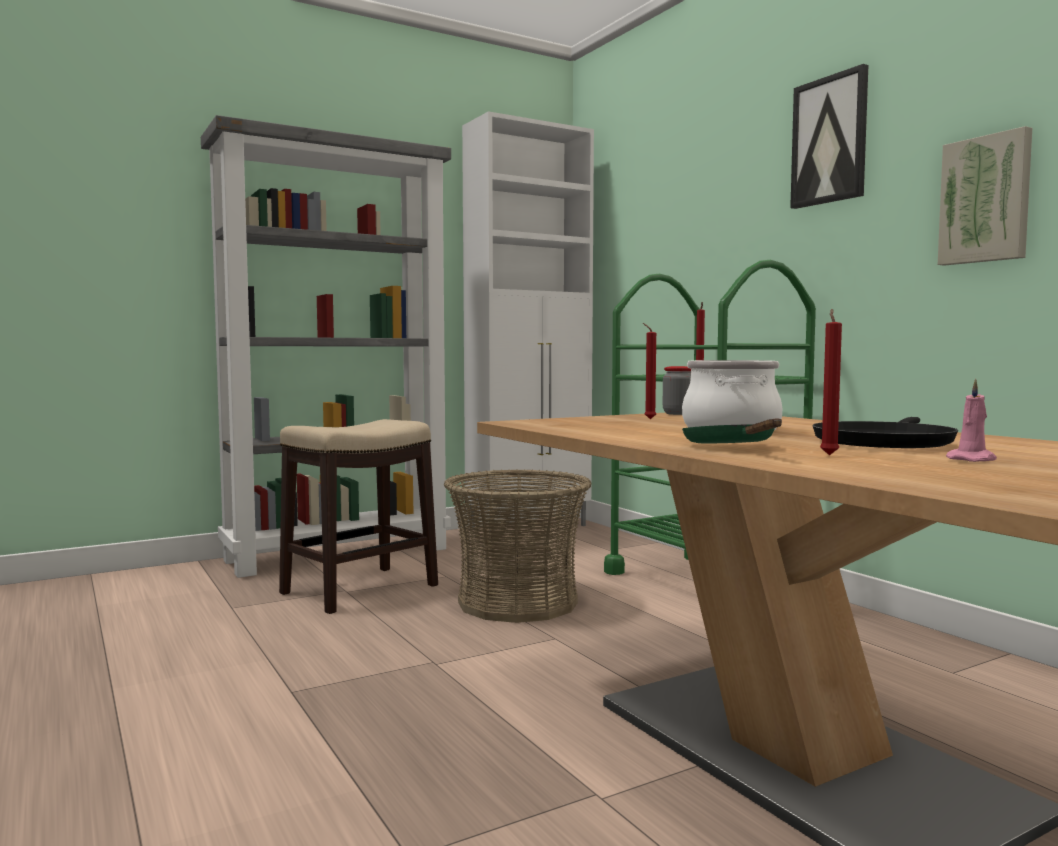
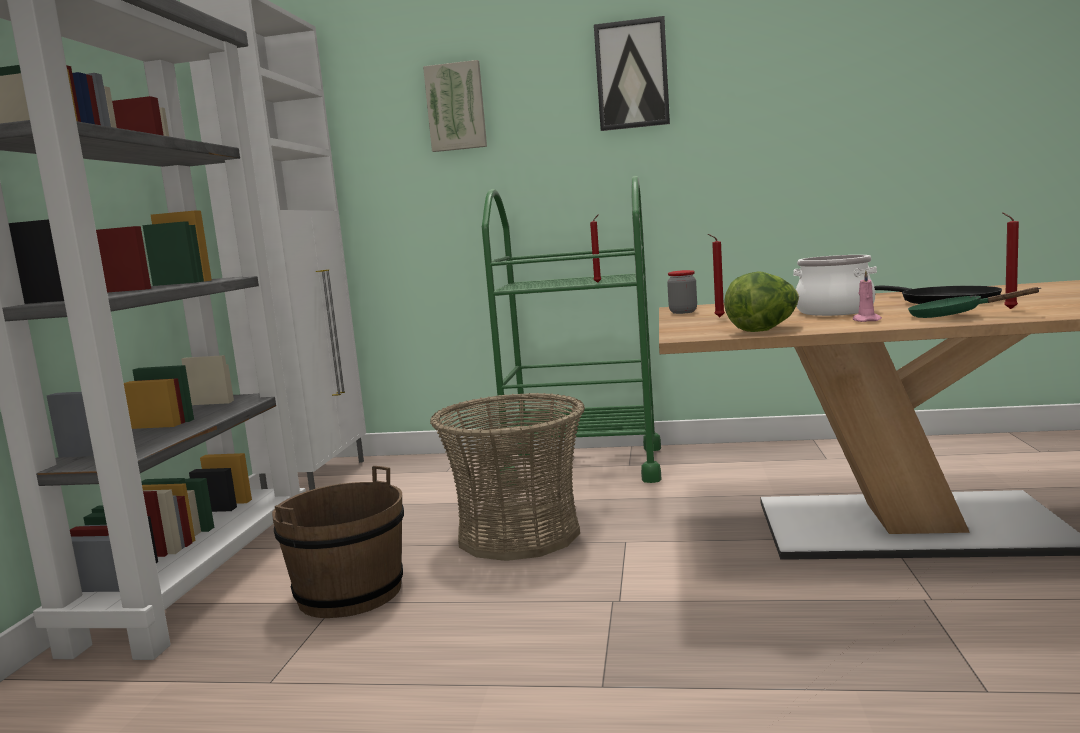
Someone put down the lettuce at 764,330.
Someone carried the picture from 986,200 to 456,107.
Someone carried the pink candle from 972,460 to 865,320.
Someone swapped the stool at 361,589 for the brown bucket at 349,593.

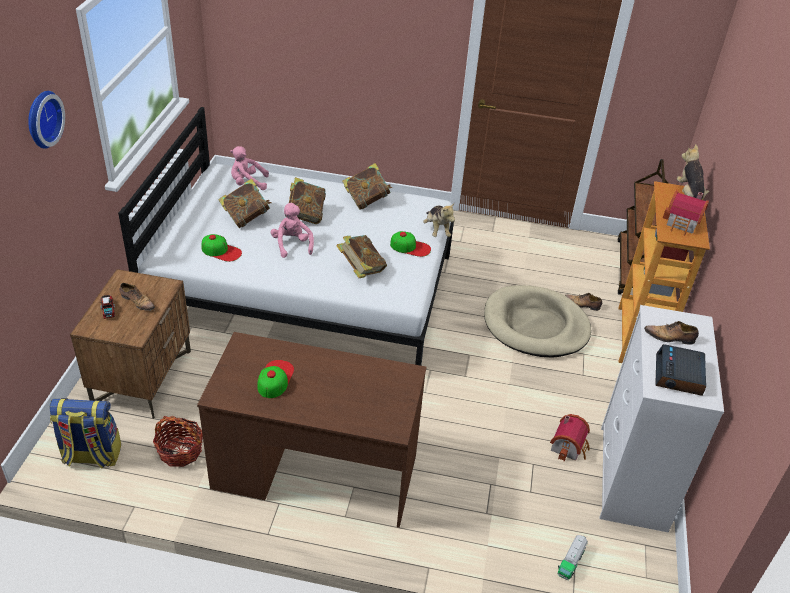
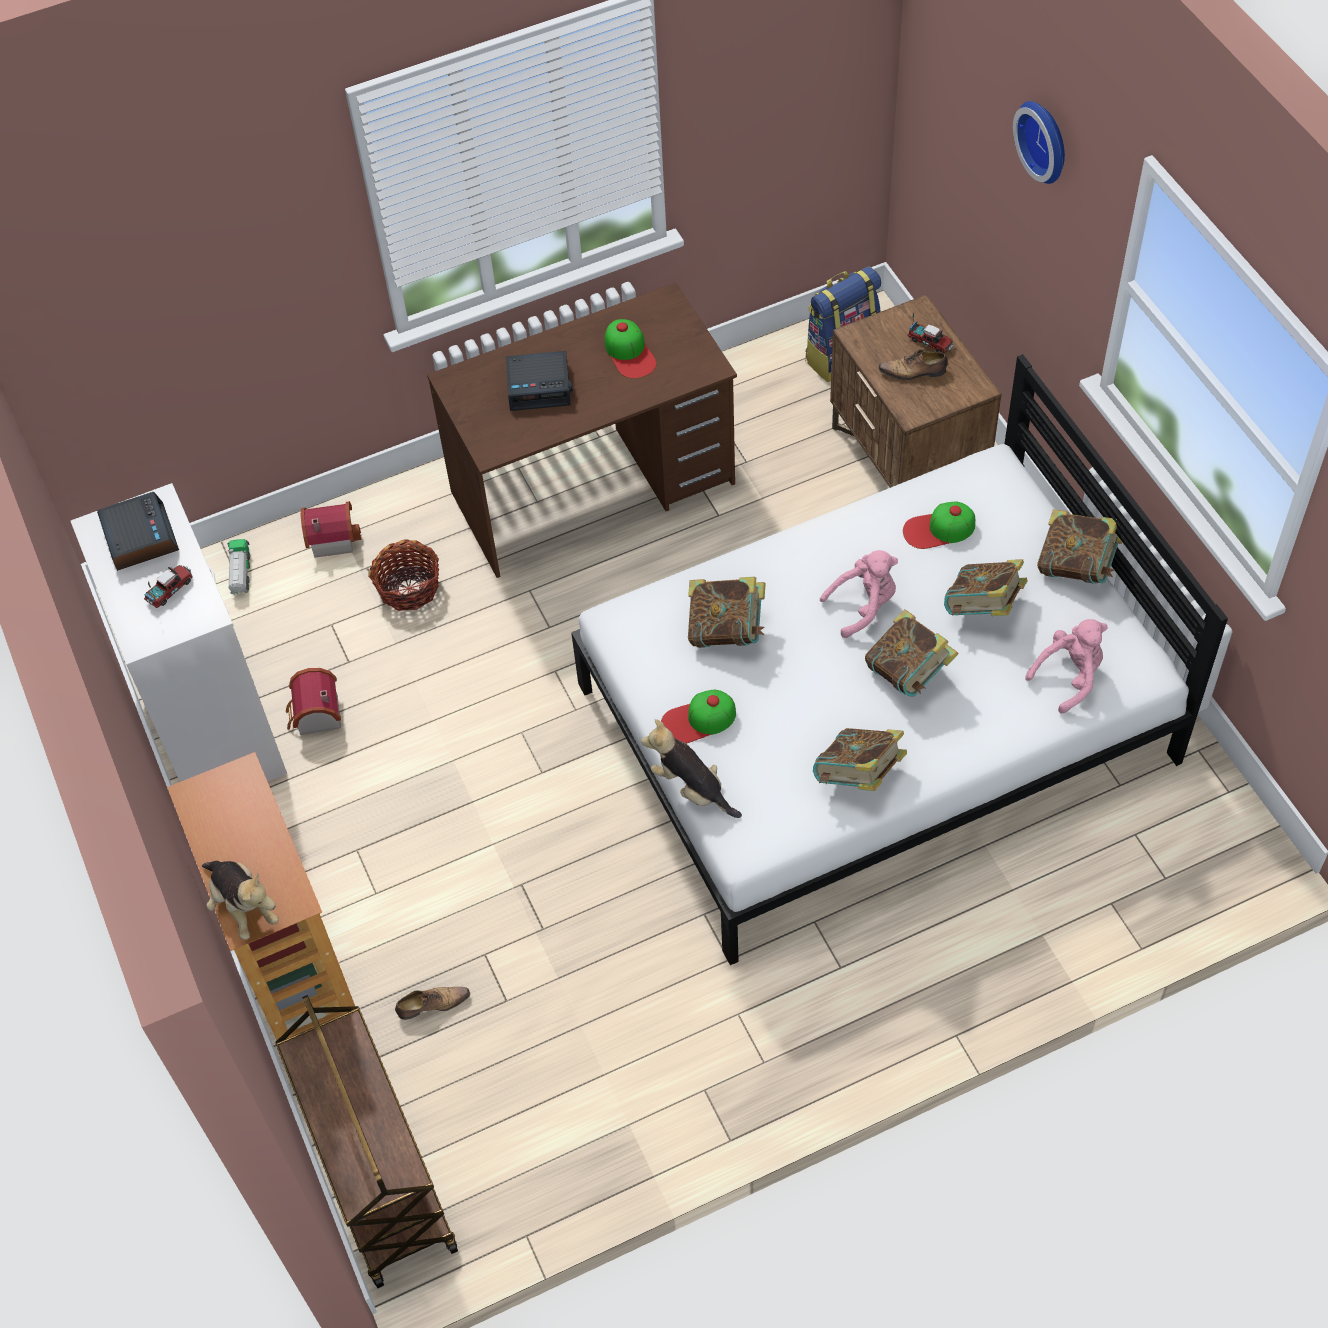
Someone took away the beige dog bed at 535,325.
Someone put down the alarm clock at 539,386.
Someone put down the book at 1077,566.
Someone carried the basket from 180,451 to 409,588.
Someone carried the toy house from 683,224 to 331,537.
Someone swapped the shoe at 670,337 for the toy truck at 170,589.
Someone rotated the pink plush toy at 292,245 by 60 degrees counterclockwise.

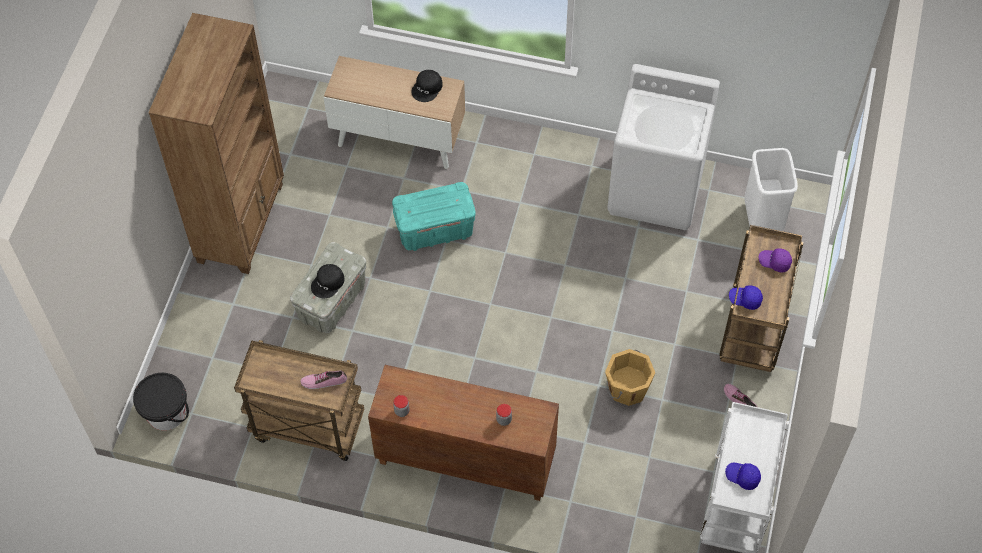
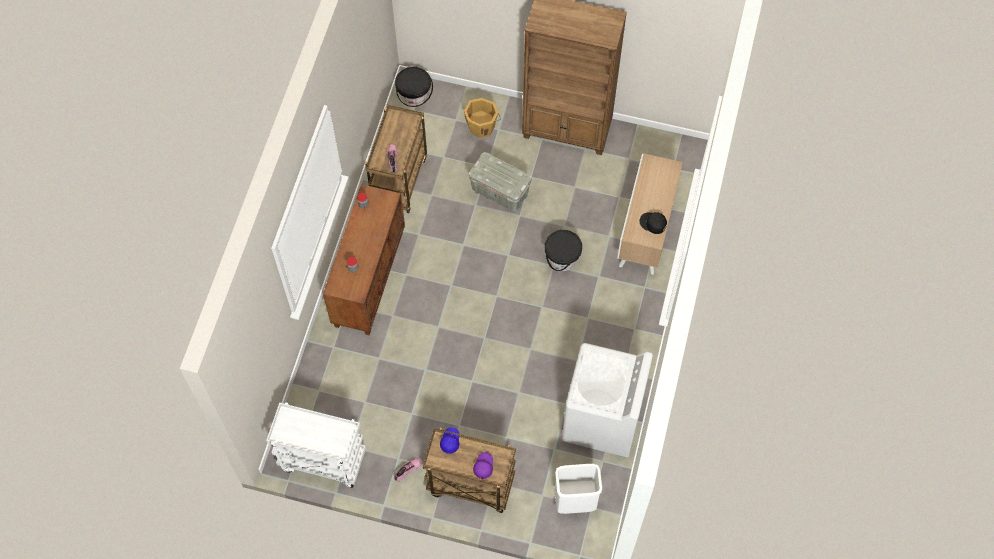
Someone took away the black cap at 328,283.
Someone took away the blue cap at 742,477.
Someone carried the orange bucket from 627,388 to 481,126.
Someone swapped the turquoise storage box at 435,230 for the black bucket at 562,258.

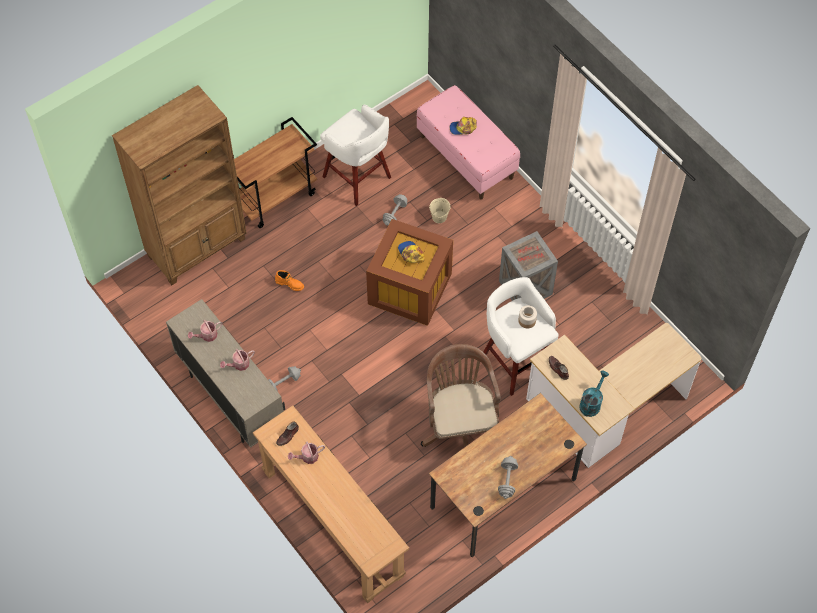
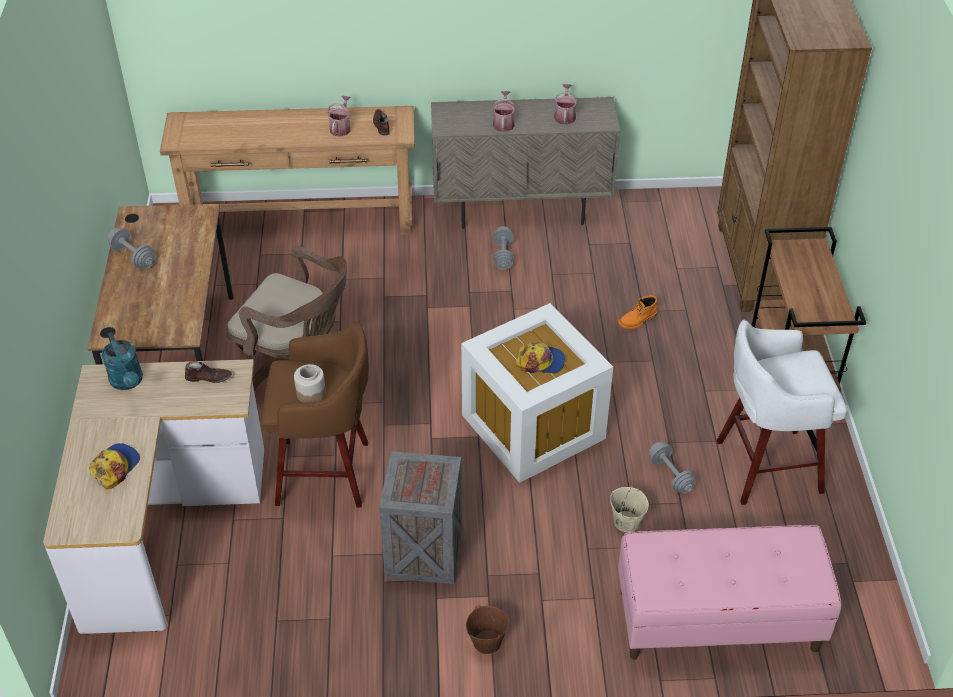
Someone put down the brown bucket at 486,642.
Someone carried the cap from 463,128 to 115,467.
Someone repainted the brown storage box at 408,289, which became the white storage box at 533,425.
Someone repainted the white stool at 515,361, which became the brown stool at 326,474.

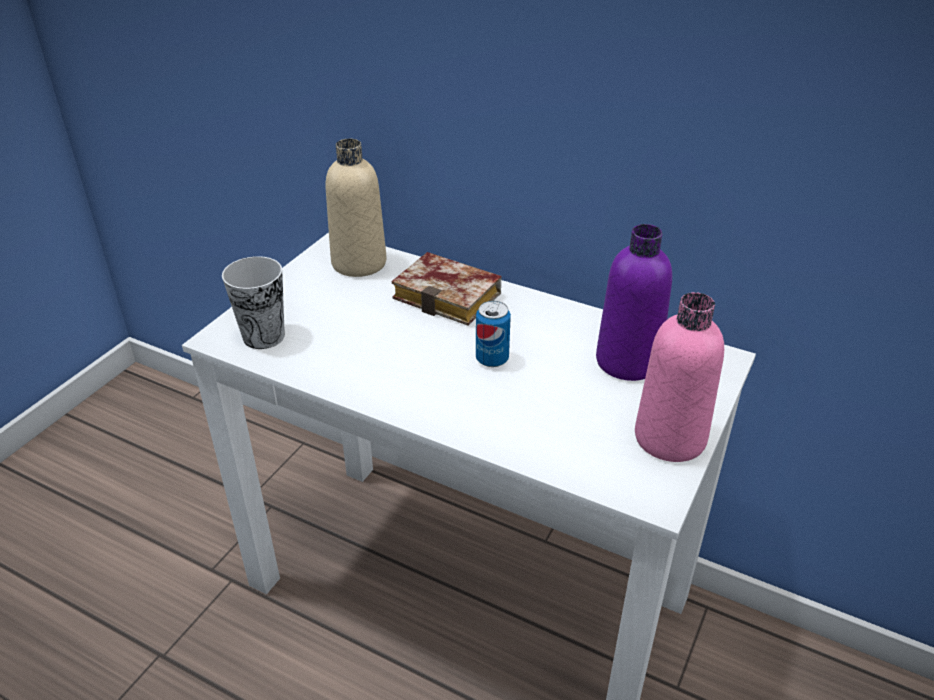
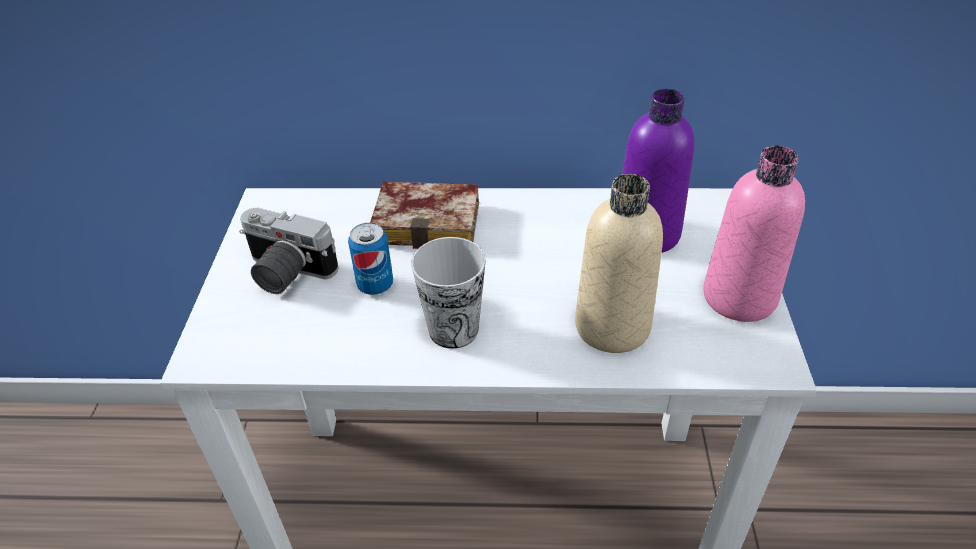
Someone put down the photo camera at 284,273.
Someone carried the cup from 263,336 to 453,329.
Someone carried the beige bottle from 359,263 to 612,326.
Someone carried the can from 492,359 to 375,285.

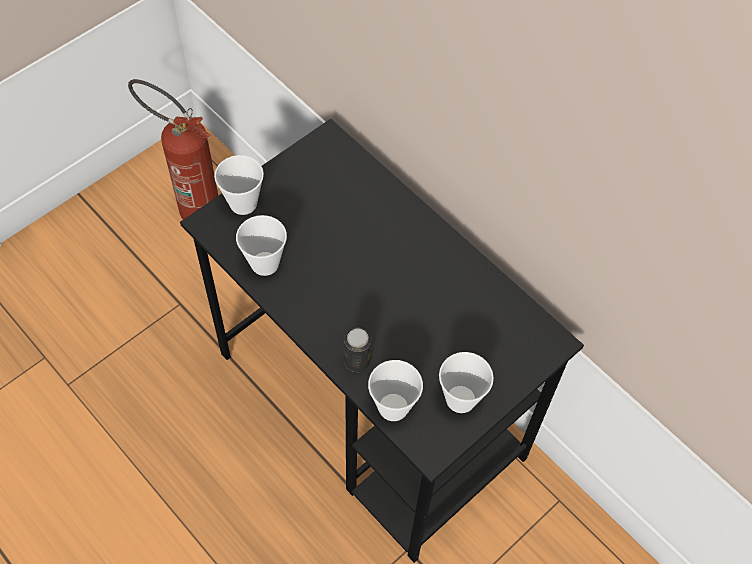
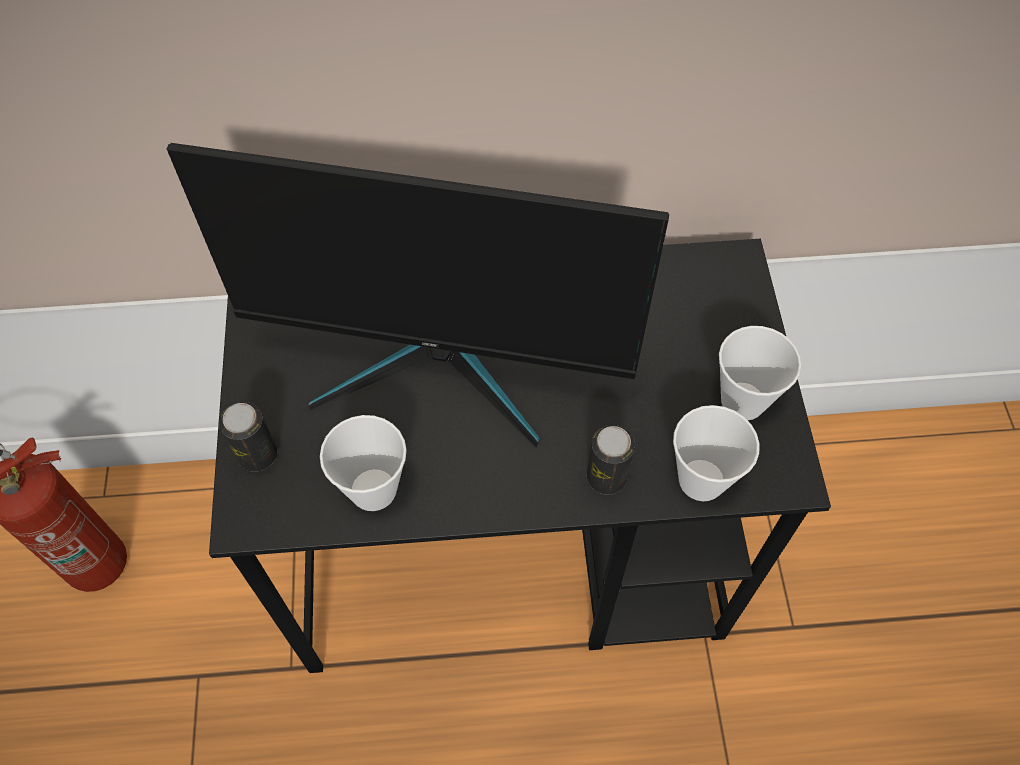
Someone put down the monitor at 439,365.
Someone swapped the cup at 243,203 for the can at 257,455.

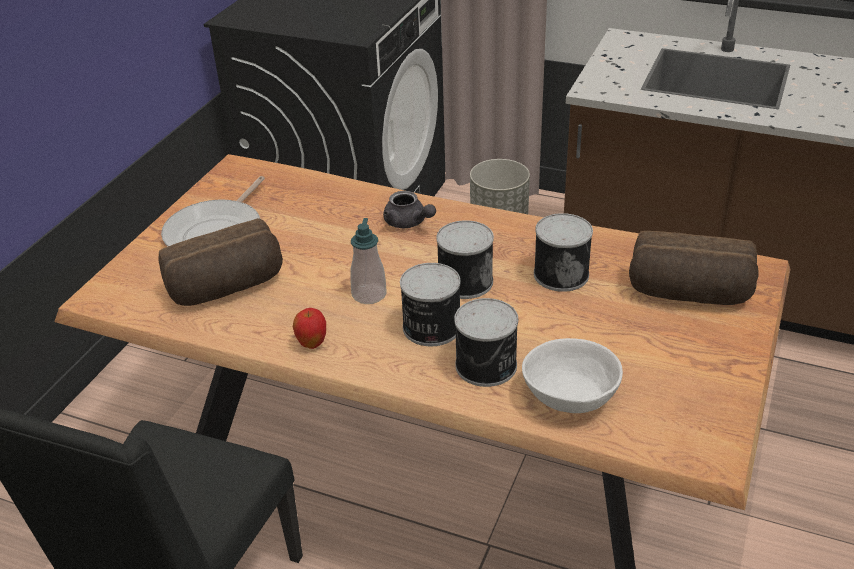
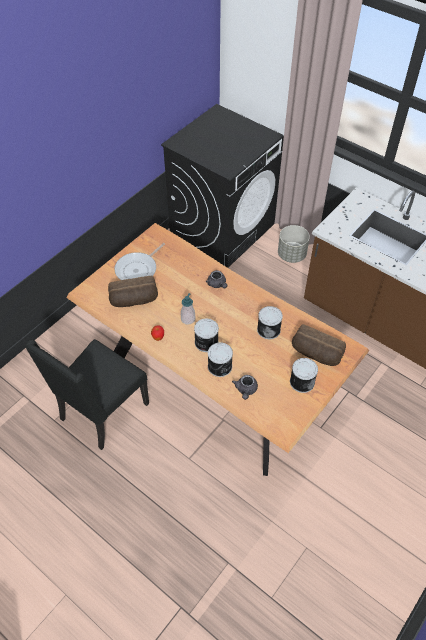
Someone carried the can from 464,281 to 301,381.
Someone swapped the white bowl at 572,397 for the grey teapot at 245,390.

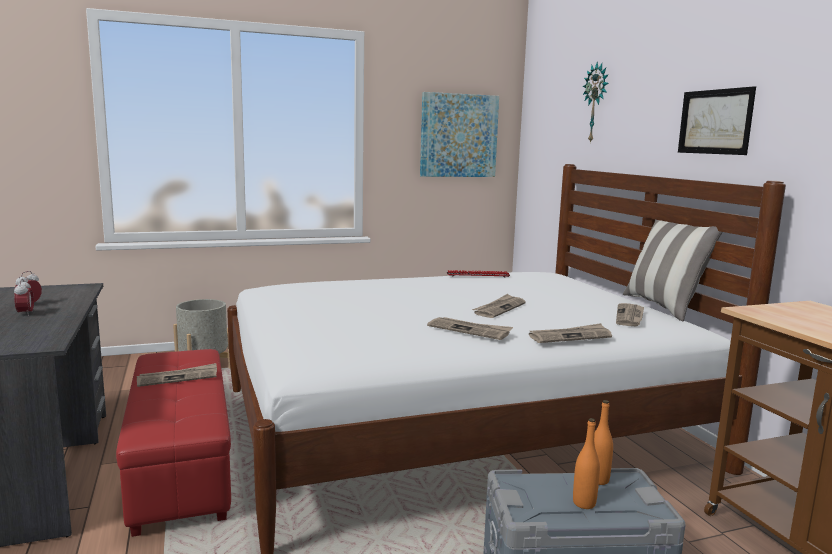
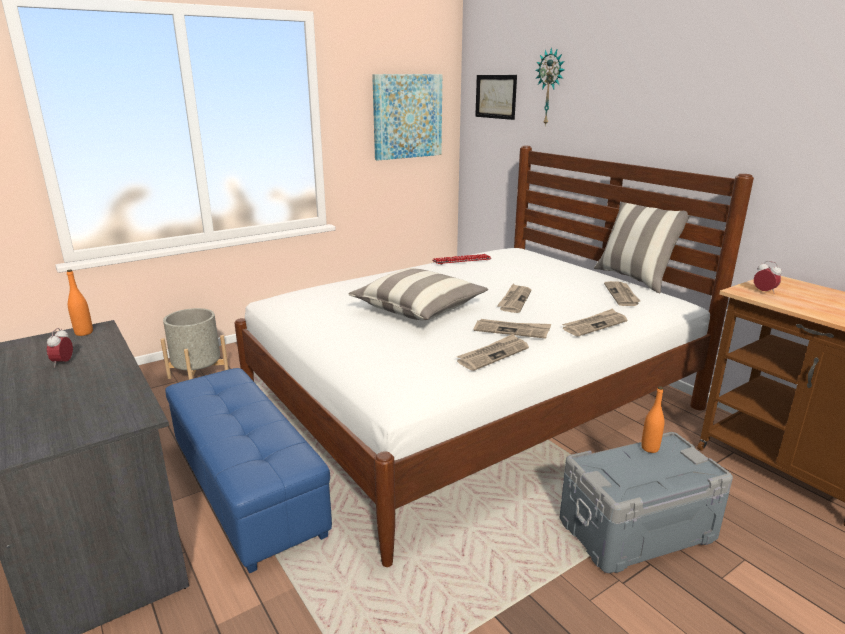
Someone put down the pillow at 418,309.
Someone carried the alarm clock from 25,314 to 764,292.
Someone carried the newspaper from 178,378 to 493,354.
Someone carried the orange bottle from 584,503 to 84,333.
Someone carried the picture from 715,122 to 495,96.
Someone repainted the red ottoman at 182,464, which became the blue ottoman at 248,488.

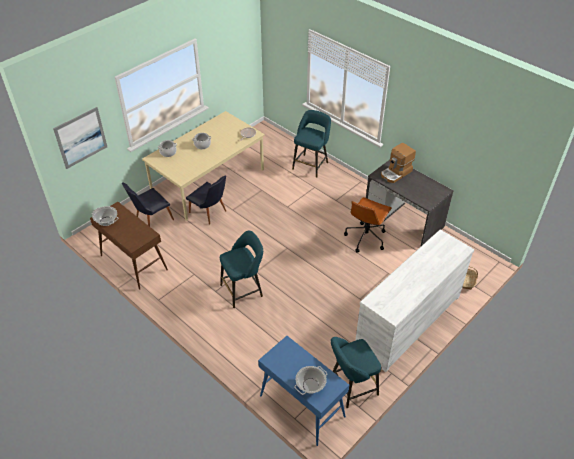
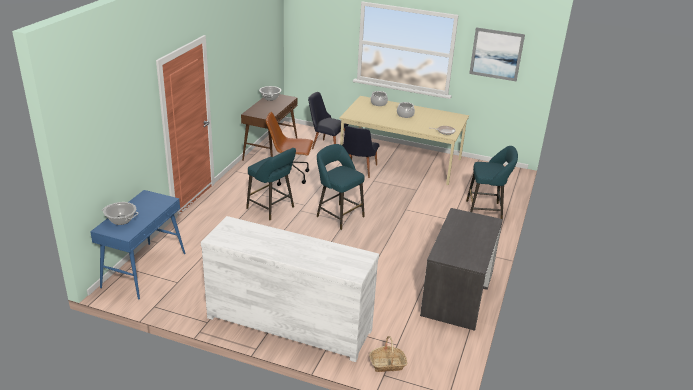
Someone took away the coffee machine at 396,173.
Someone carried the picture from 81,137 to 496,54.
Someone carried the turquoise stool from 351,387 to 338,216.
Someone carried the brown office chair from 365,237 to 289,176.

